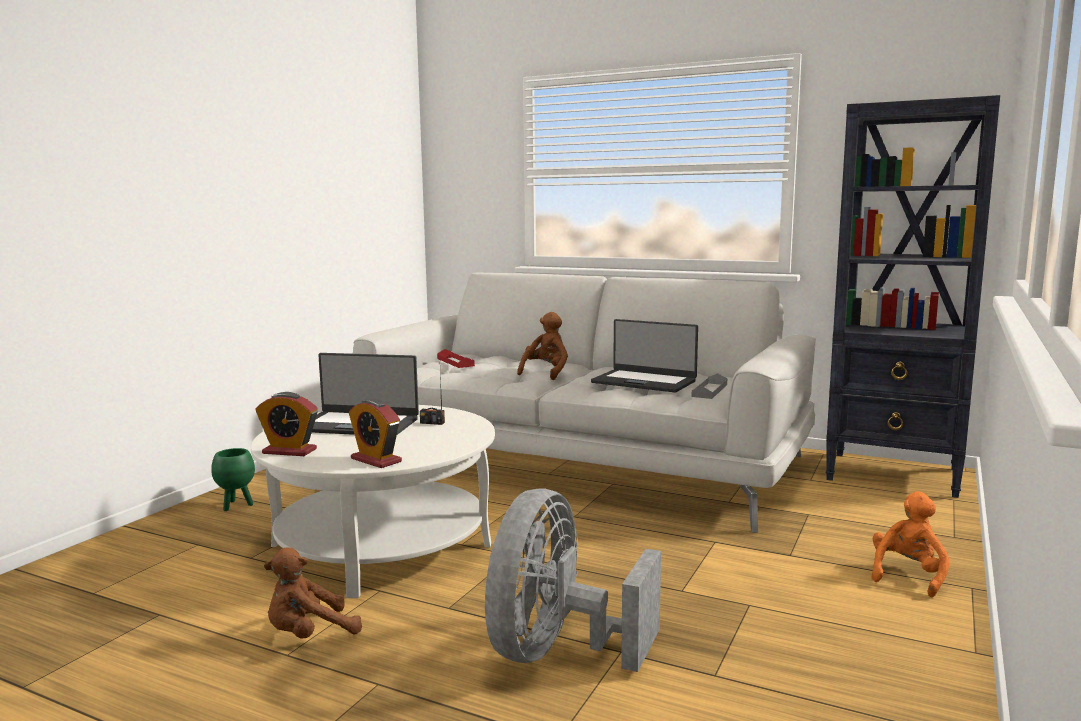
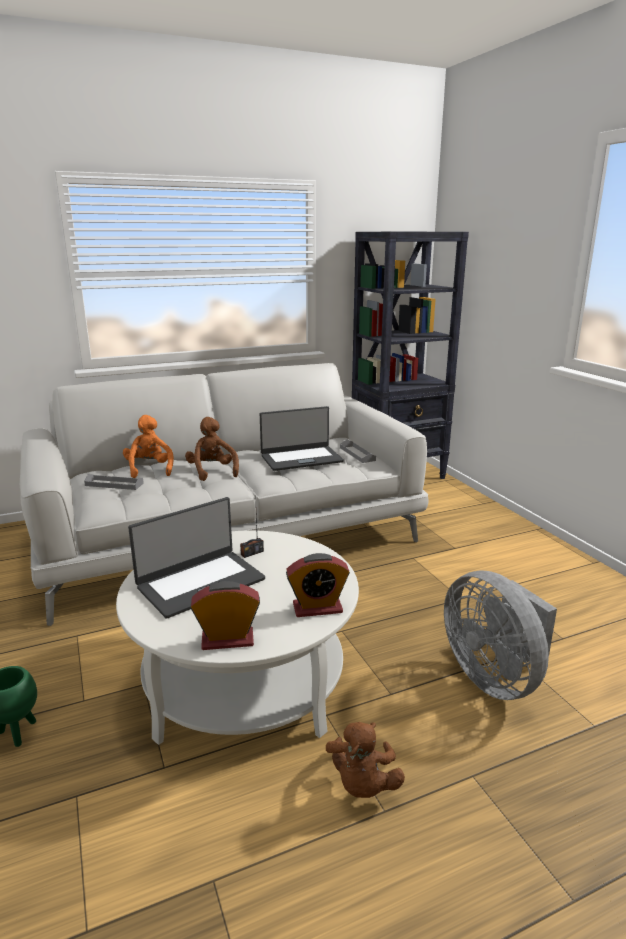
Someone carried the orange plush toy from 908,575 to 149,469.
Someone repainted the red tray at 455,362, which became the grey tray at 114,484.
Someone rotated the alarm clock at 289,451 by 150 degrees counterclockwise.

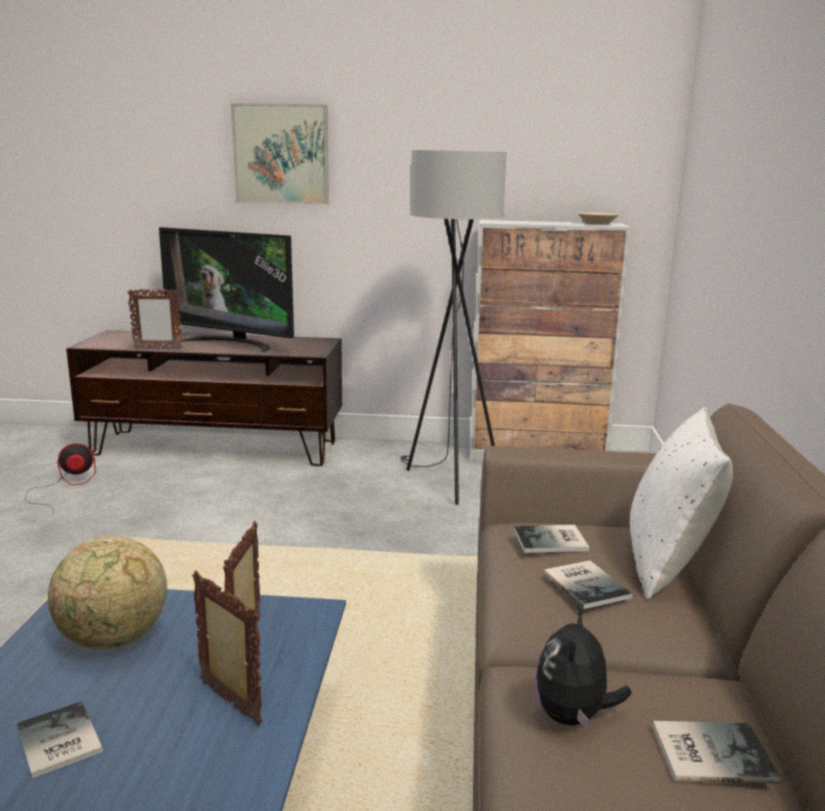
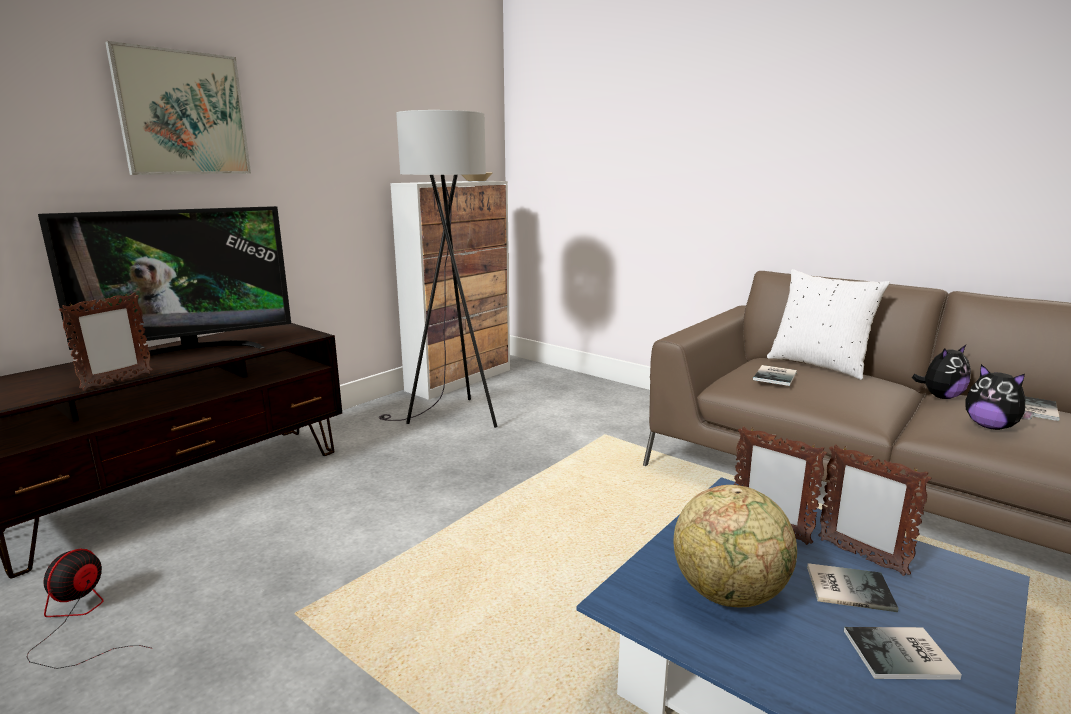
Someone put down the plush toy at 940,397.
Someone carried the book from 587,584 to 846,587.
Someone rotated the picture frame at 230,704 by 120 degrees counterclockwise.

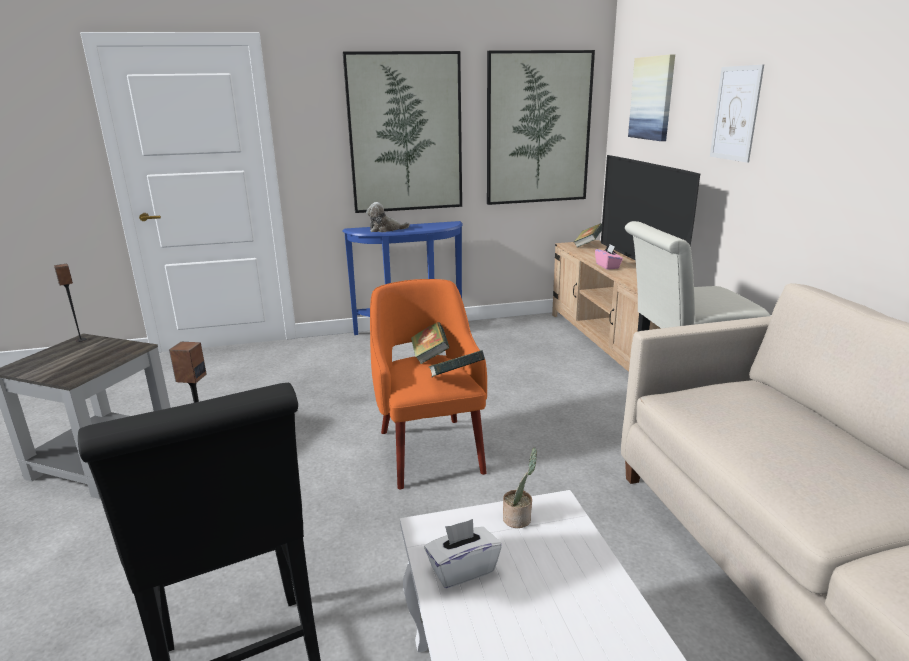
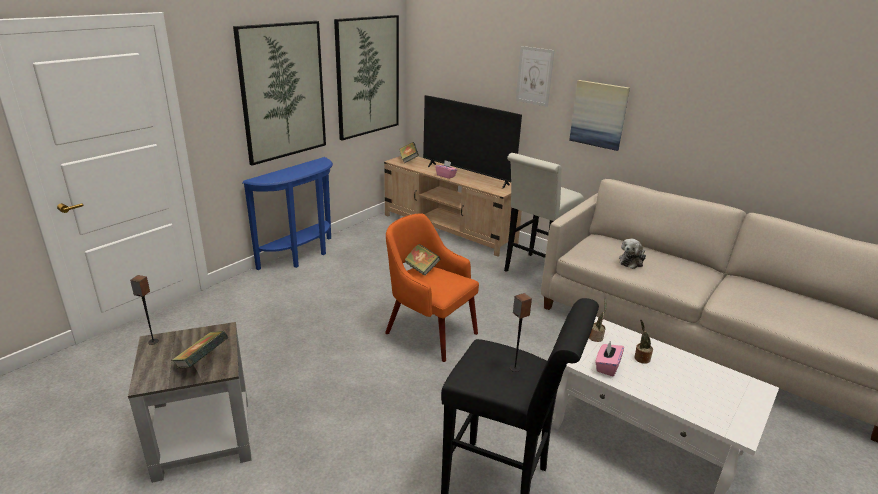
Someone put down the potted plant at 641,358.
Someone carried the plush toy from 385,229 to 632,261.
Someone carried the book from 456,379 to 202,362.
Someone carried the picture from 652,98 to 599,114.
Someone repainted the white tissue box at 462,569, which became the pink tissue box at 607,366.

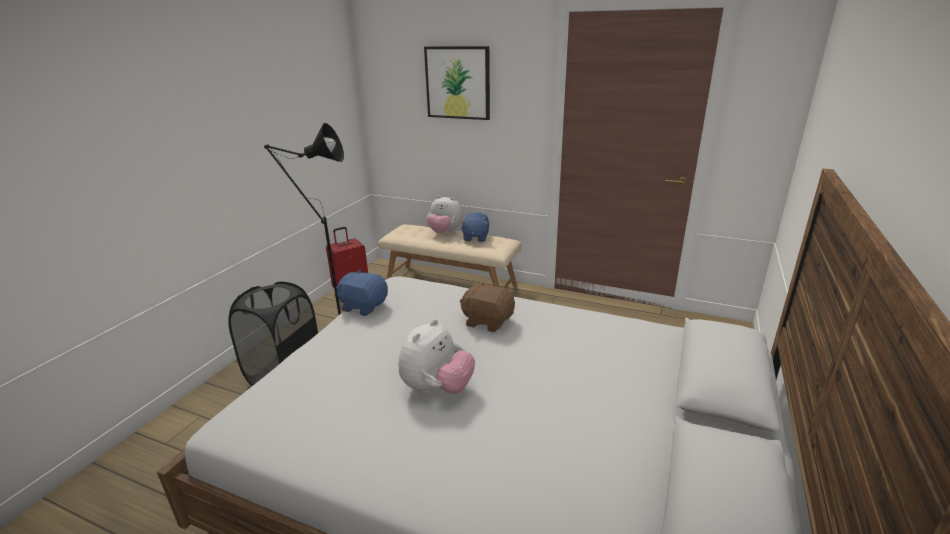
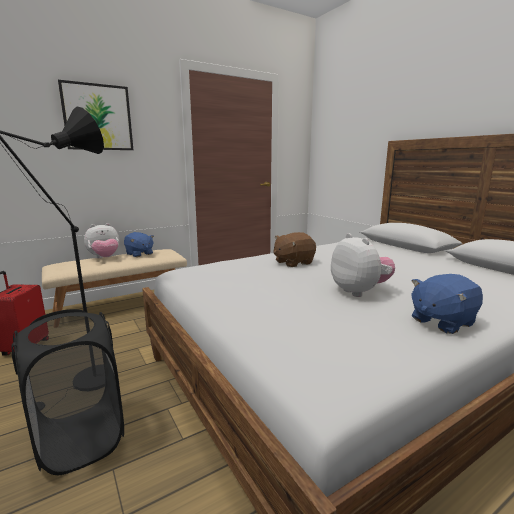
Someone carried the blue plush toy from 364,306 to 441,321.

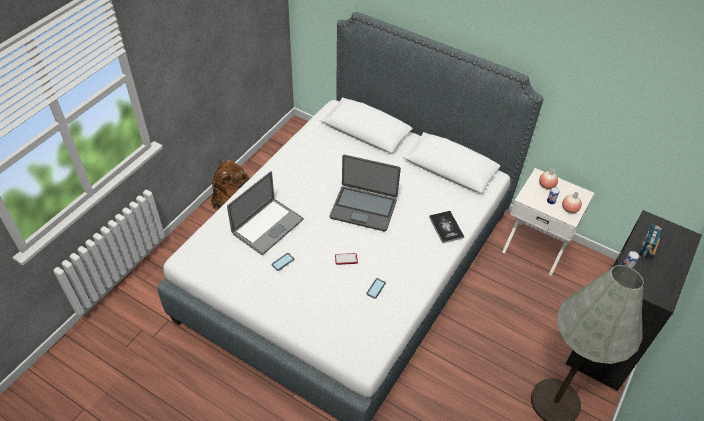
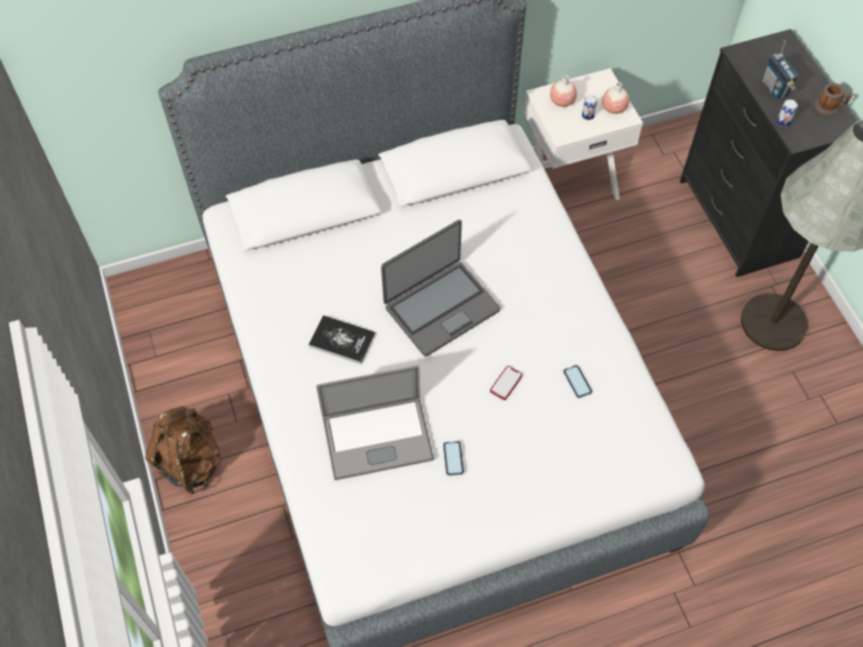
Someone put down the mug at 829,107.
Someone carried the book from 446,227 to 342,340.
Someone rotated the laptop at 267,226 by 90 degrees clockwise.

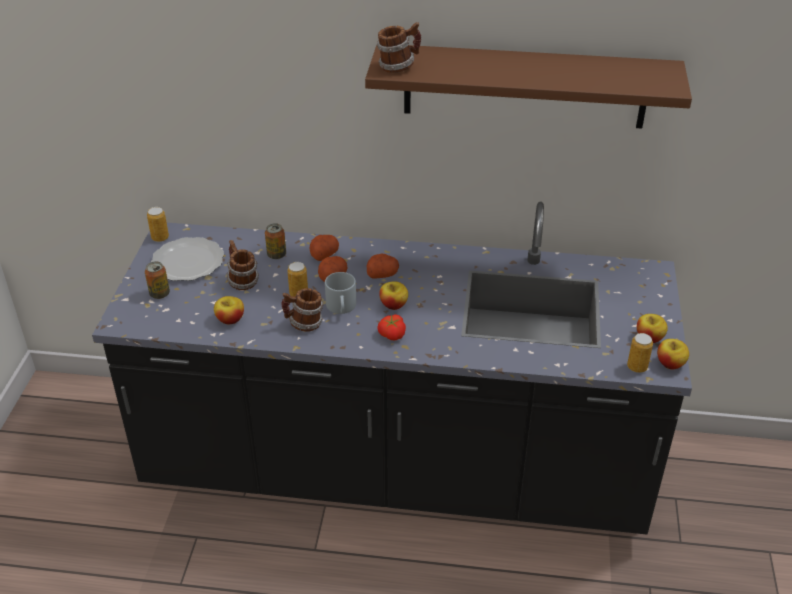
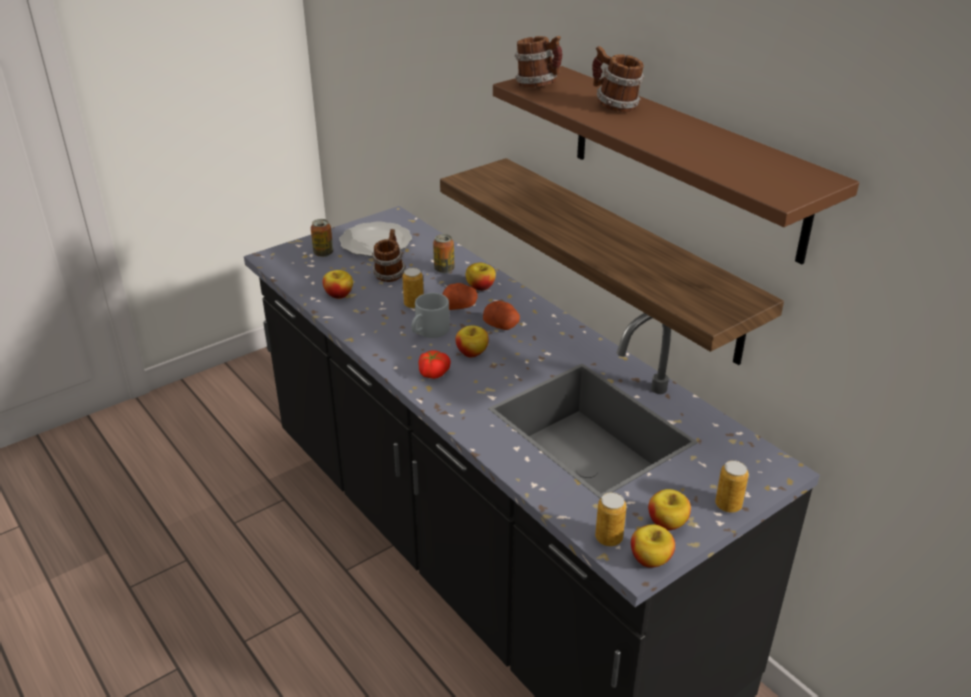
Someone put up the shelf at 623,257.
Someone carried the can from 160,238 to 728,505.
Someone carried the mug from 304,324 to 614,106.
Someone swapped the potato at 324,254 for the apple at 480,287.

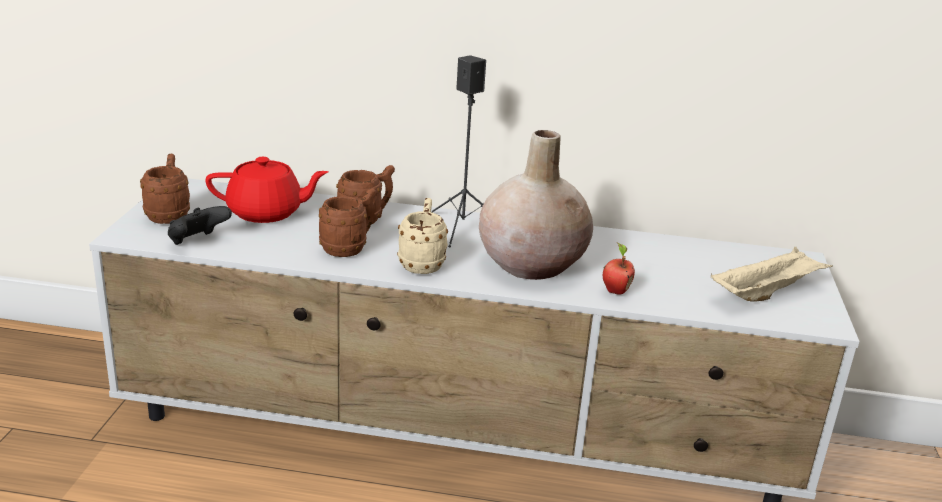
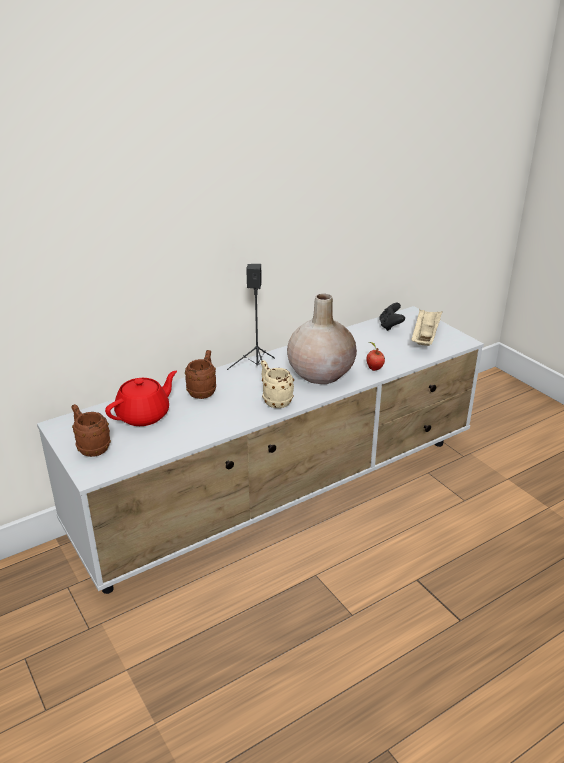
Someone took away the brown mug at 349,248.
Someone carried the black game controller from 197,242 to 390,326.

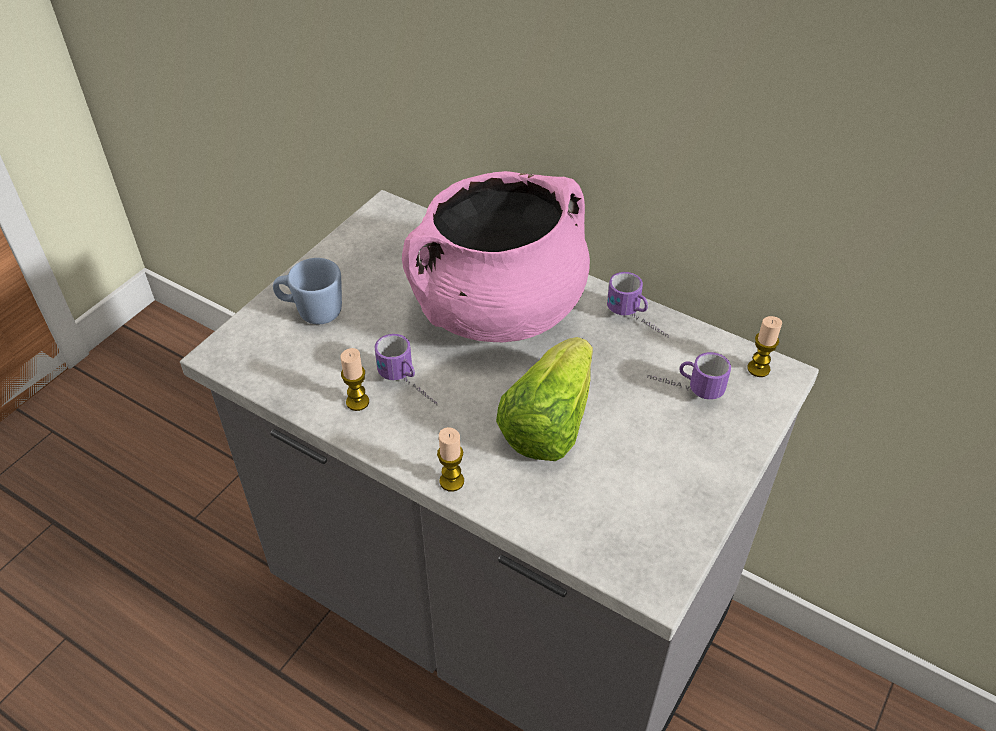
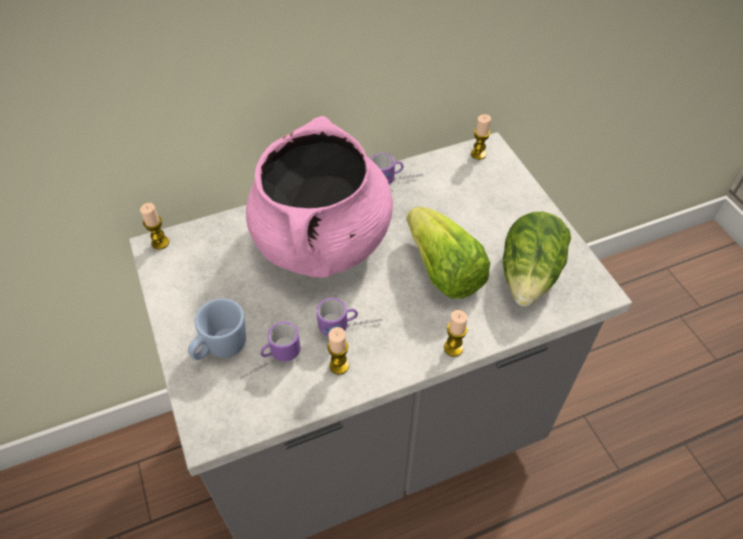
Someone put down the candle at 160,242.
Someone put down the lettuce at 530,275.
Someone carried the mug from 684,388 to 270,362.

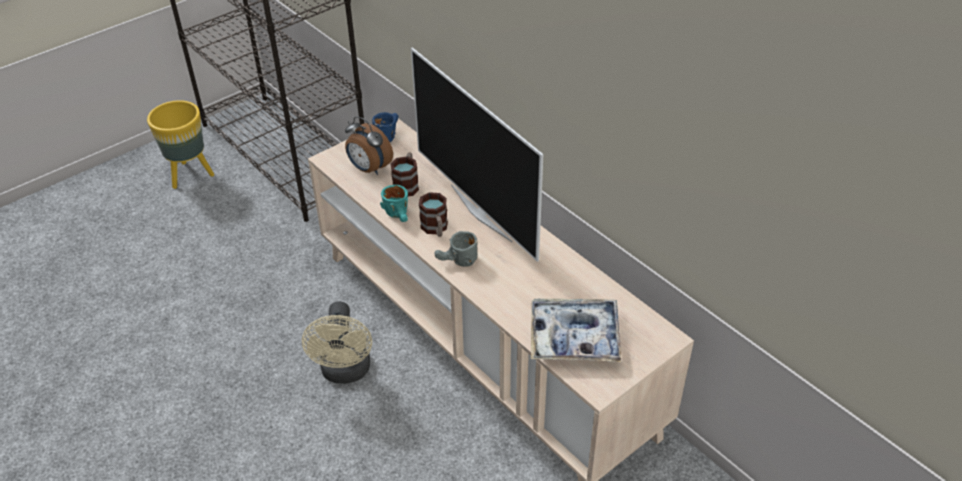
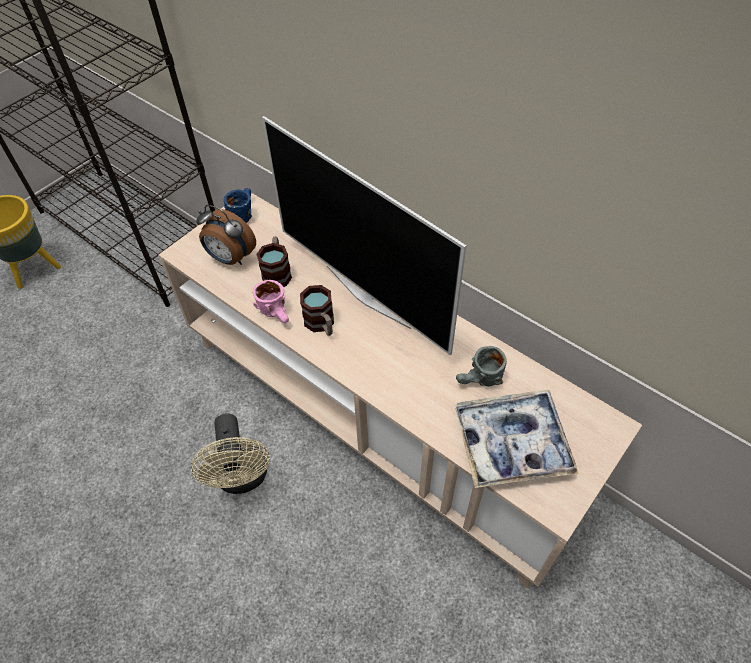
Someone carried the grey mug from 457,262 to 479,381.
Someone repainted the turquoise mug at 400,216, which became the pink mug at 278,314.

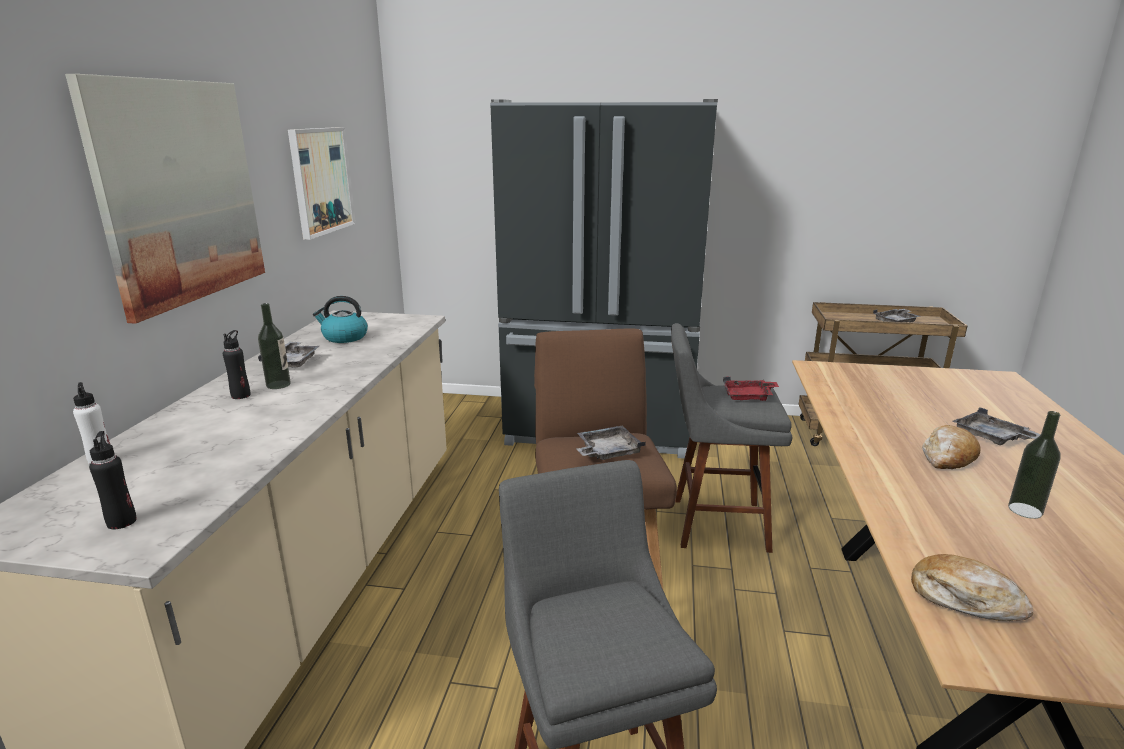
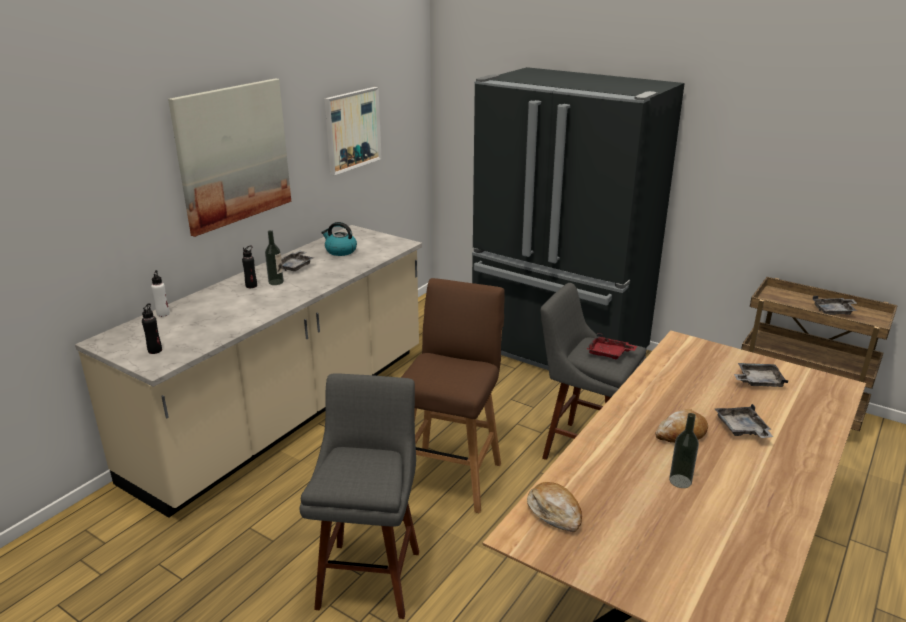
Someone carried the grey tray from 607,452 to 758,381.

